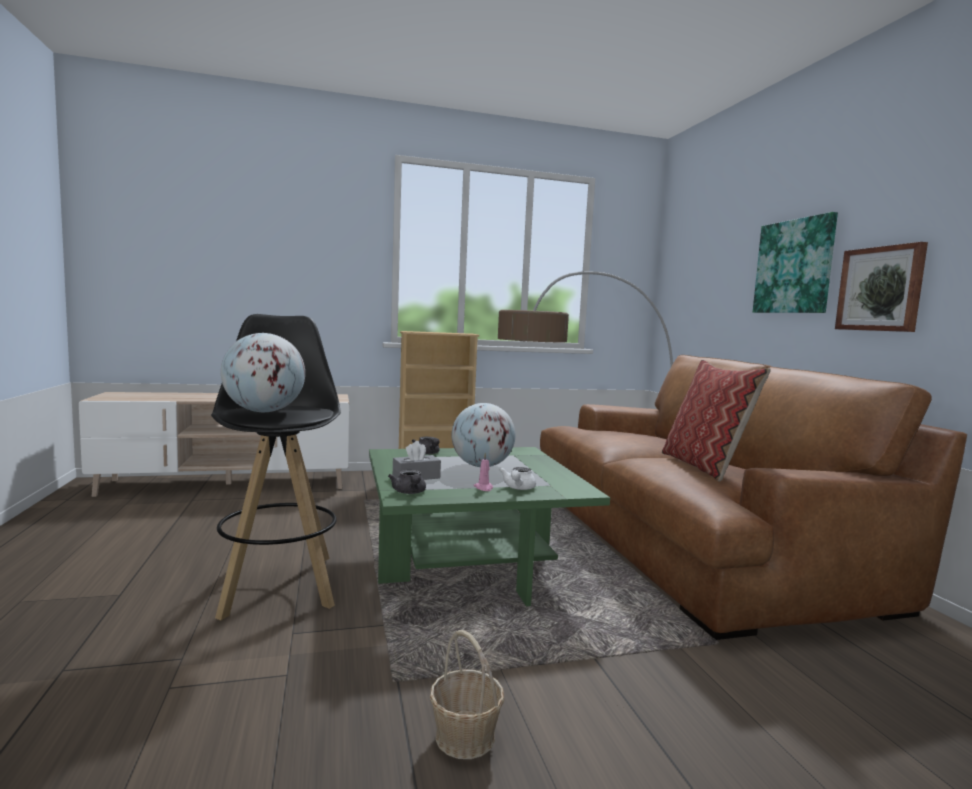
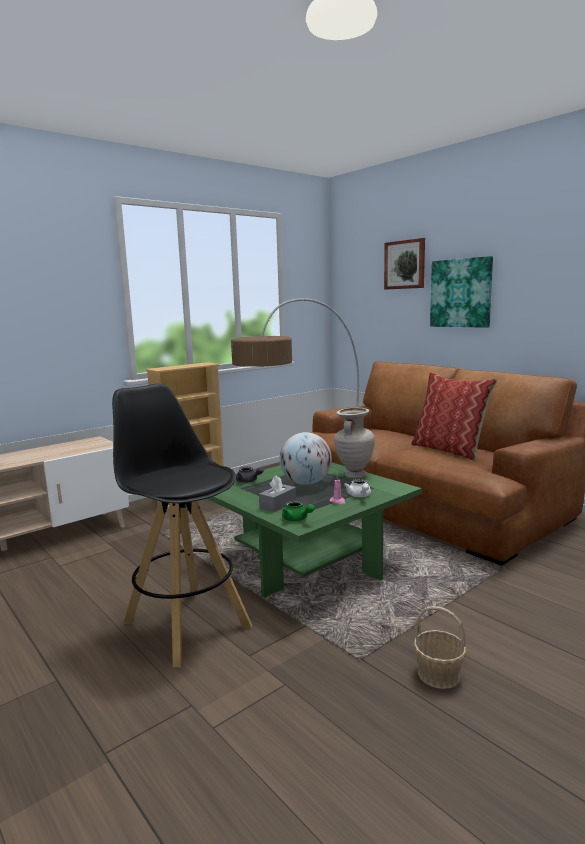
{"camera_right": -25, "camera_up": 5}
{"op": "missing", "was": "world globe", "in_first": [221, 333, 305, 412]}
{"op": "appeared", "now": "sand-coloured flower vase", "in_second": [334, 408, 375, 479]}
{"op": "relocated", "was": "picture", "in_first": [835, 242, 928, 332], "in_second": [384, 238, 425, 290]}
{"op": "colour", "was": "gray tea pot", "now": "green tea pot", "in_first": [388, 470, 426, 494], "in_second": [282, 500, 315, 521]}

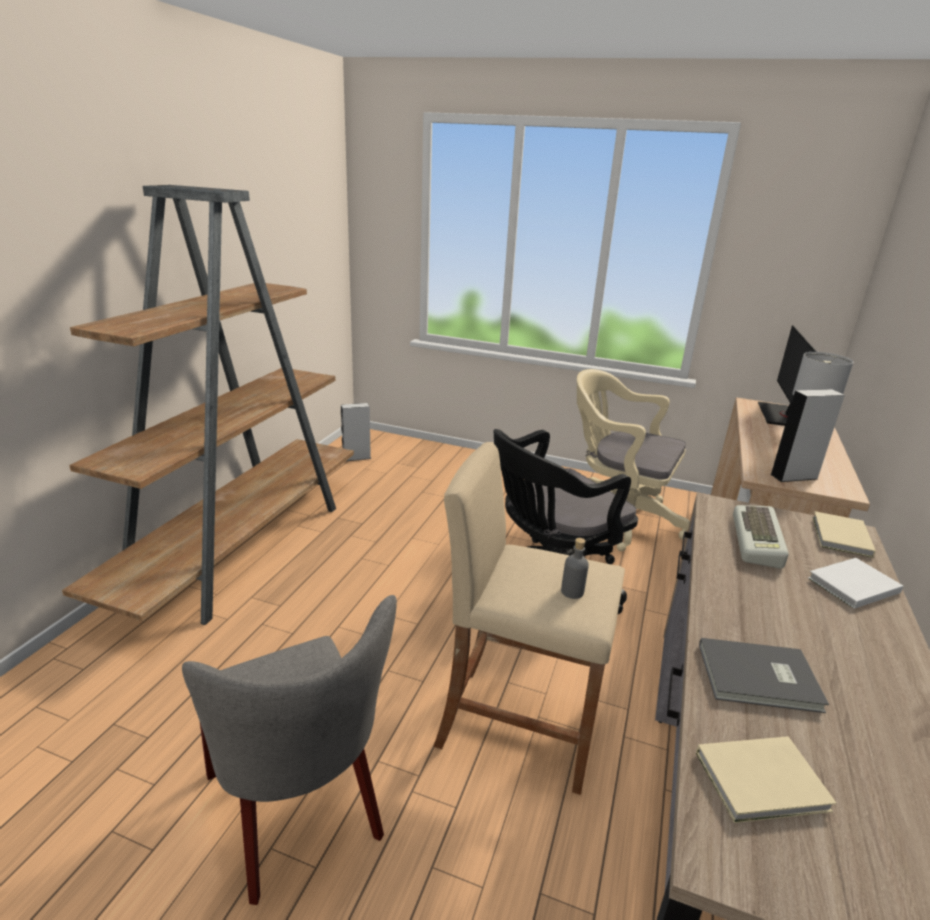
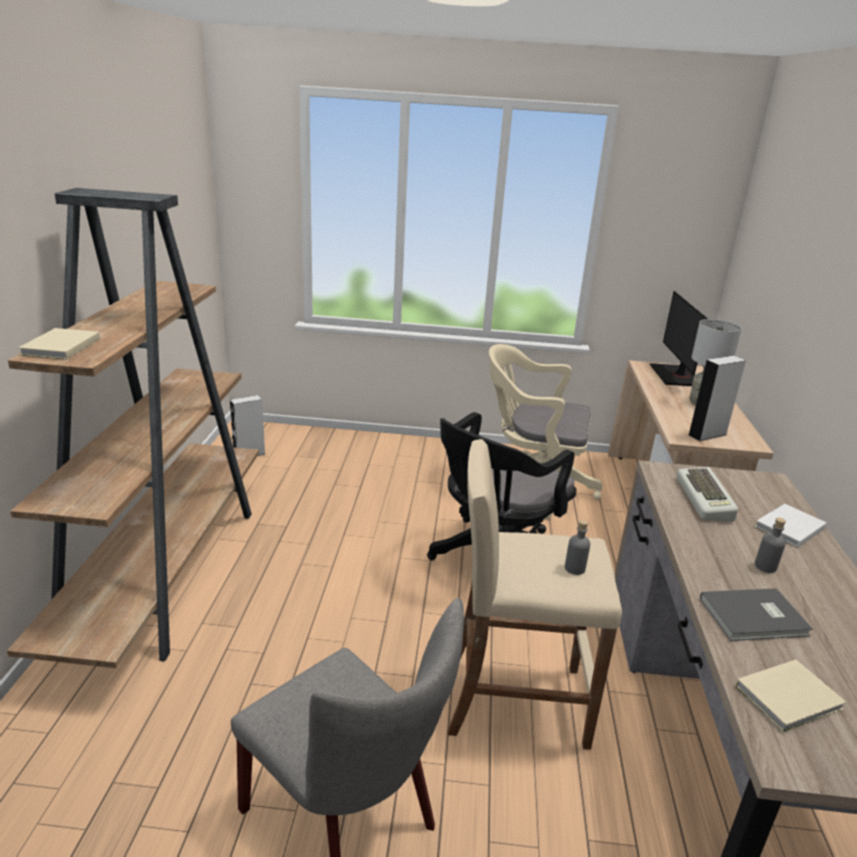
{"camera_right": -15, "camera_up": 0}
{"op": "appeared", "now": "gray beverage bottle", "in_second": [755, 518, 786, 573]}
{"op": "relocated", "was": "sand-coloured book", "in_first": [812, 511, 876, 558], "in_second": [18, 328, 100, 360]}

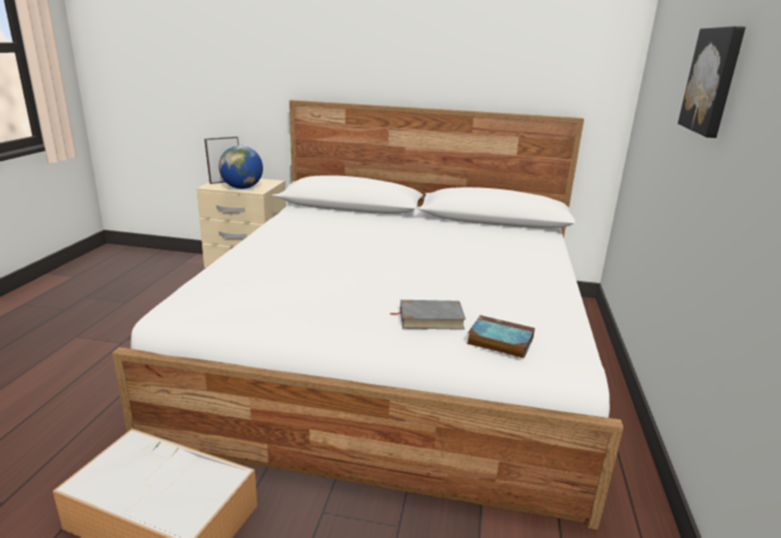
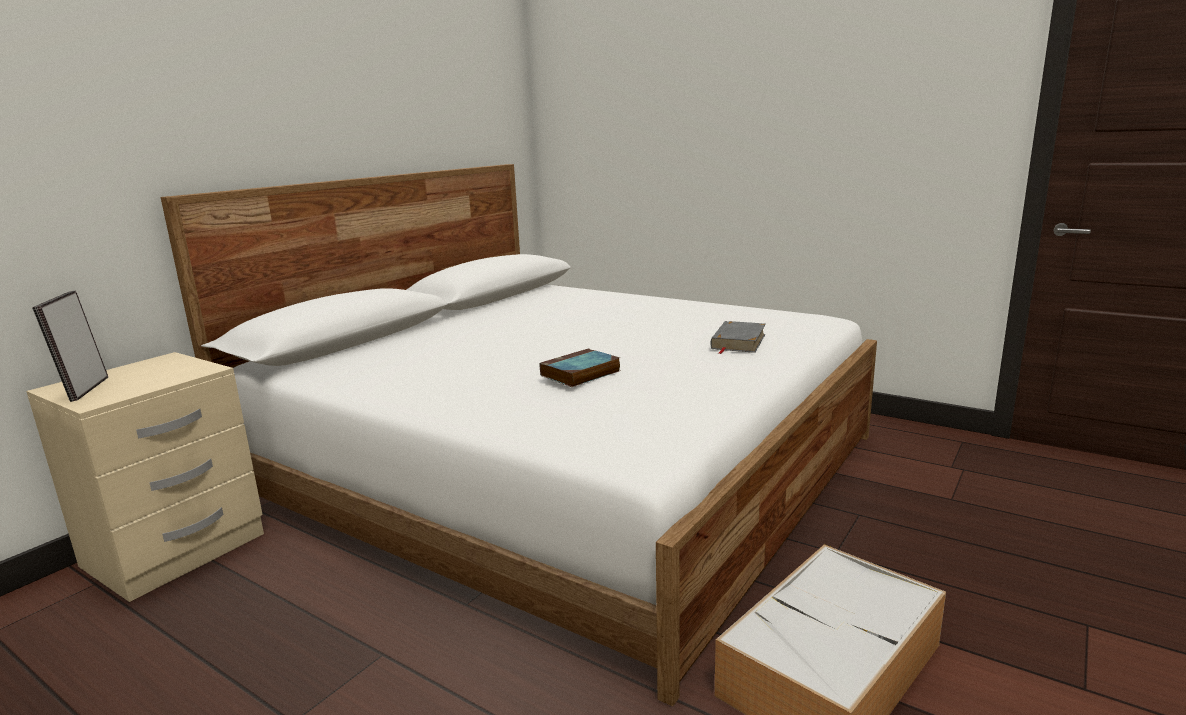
{"camera_right": -65, "camera_up": -5}
{"op": "missing", "was": "world globe", "in_first": [219, 145, 263, 189]}
{"op": "missing", "was": "picture", "in_first": [678, 26, 746, 138]}
{"op": "relocated", "was": "book", "in_first": [467, 315, 535, 358], "in_second": [540, 348, 620, 387]}

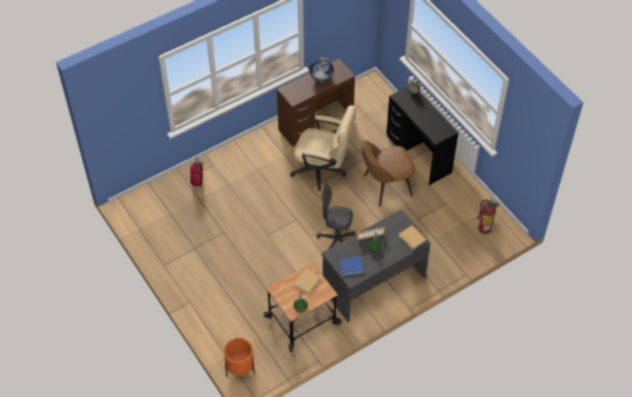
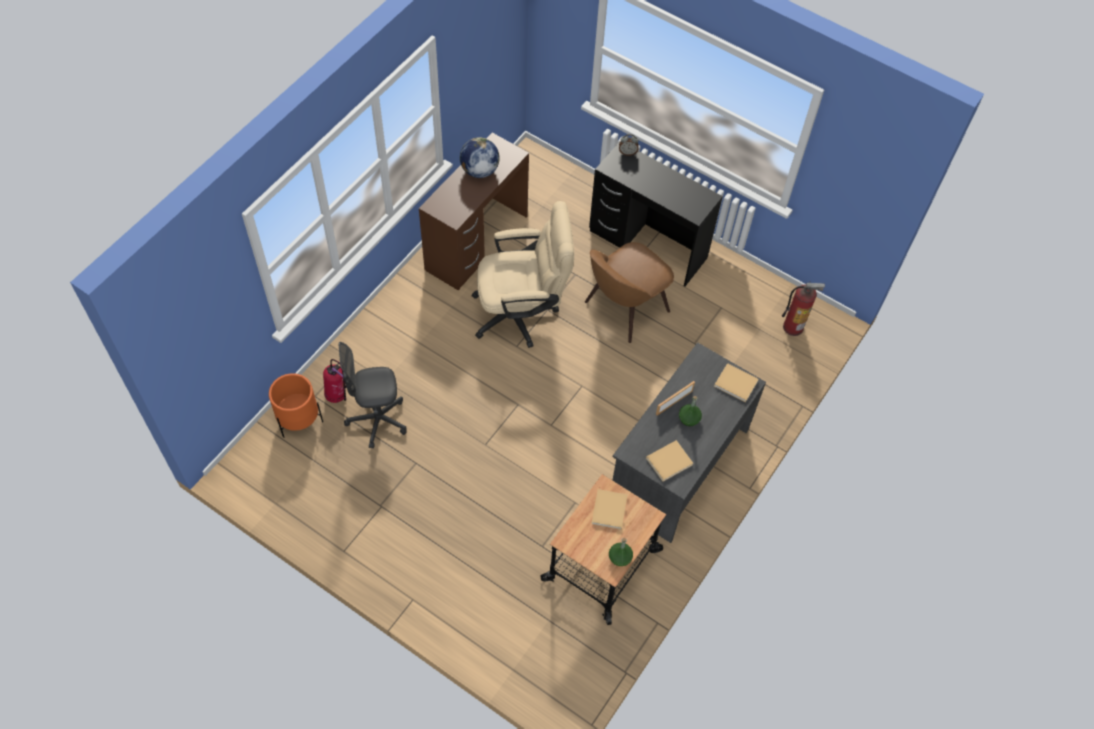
{"camera_right": -25, "camera_up": 5}
{"op": "relocated", "was": "orange planter", "in_first": [224, 338, 255, 376], "in_second": [269, 373, 323, 438]}
{"op": "relocated", "was": "gray desk chair", "in_first": [317, 184, 356, 249], "in_second": [338, 342, 407, 449]}
{"op": "colour", "was": "blue-coloured book", "now": "sand-coloured book", "in_first": [339, 256, 364, 276], "in_second": [646, 440, 693, 482]}

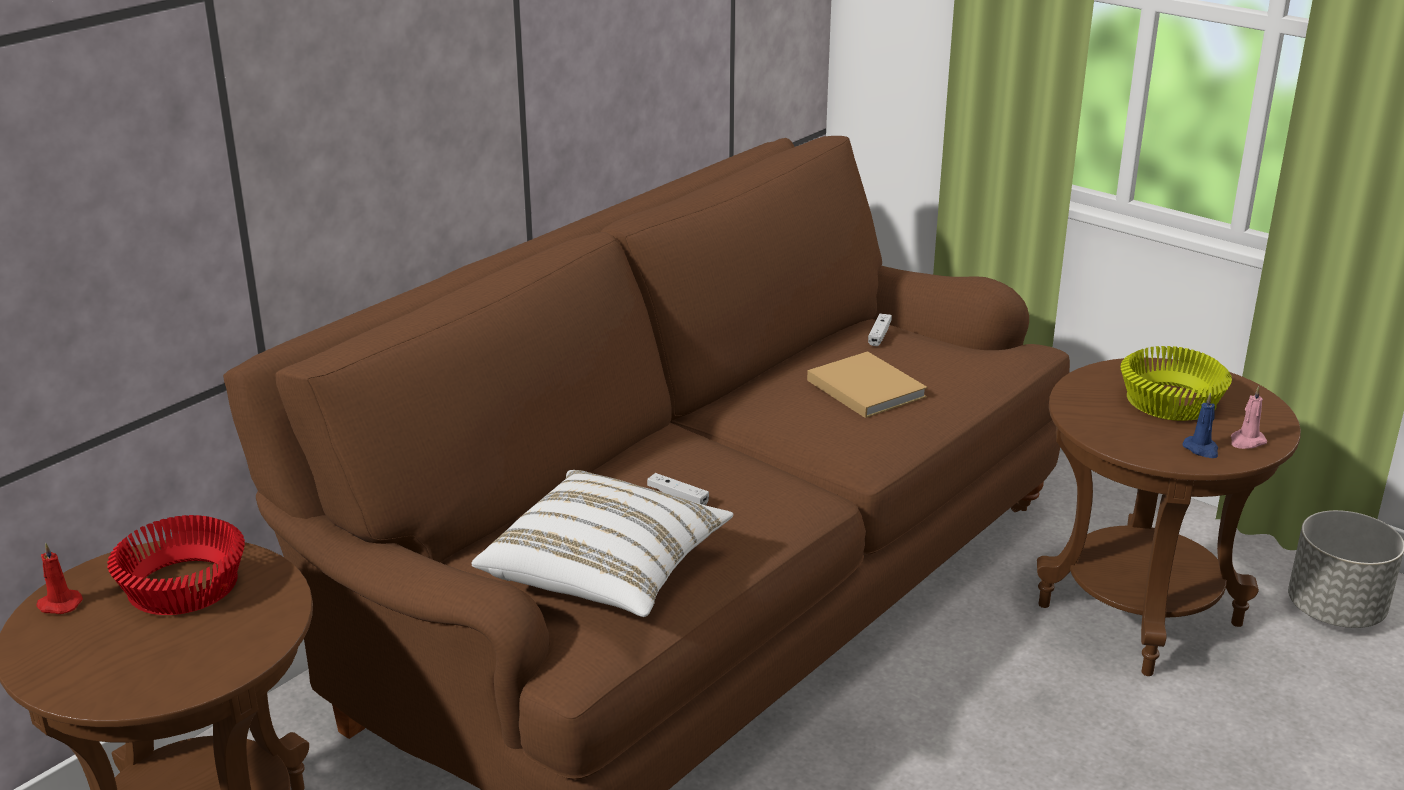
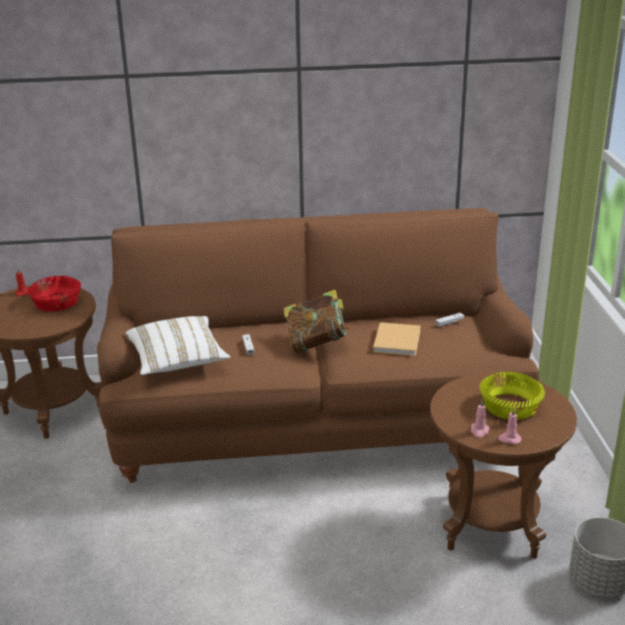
{"camera_right": 45, "camera_up": 0}
{"op": "appeared", "now": "book", "in_second": [284, 289, 350, 353]}
{"op": "colour", "was": "blue-coloured wax light", "now": "pinkish wax light", "in_first": [1182, 393, 1218, 458], "in_second": [471, 400, 490, 438]}

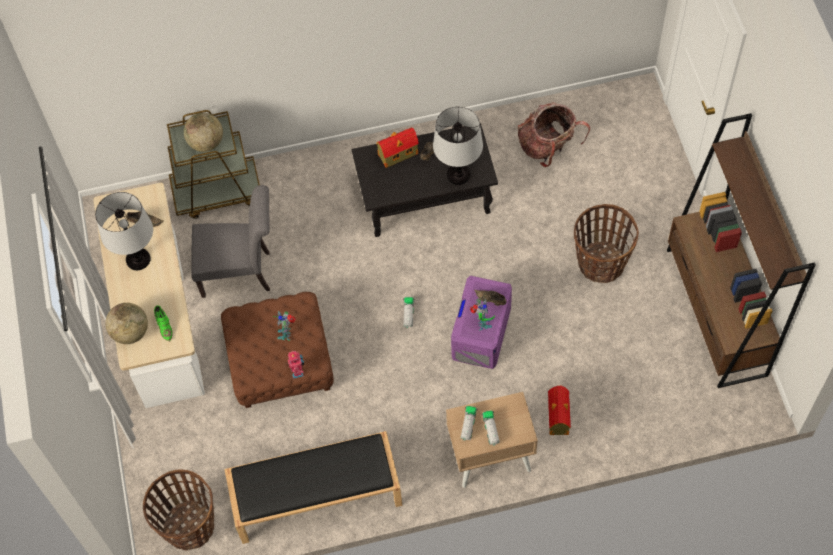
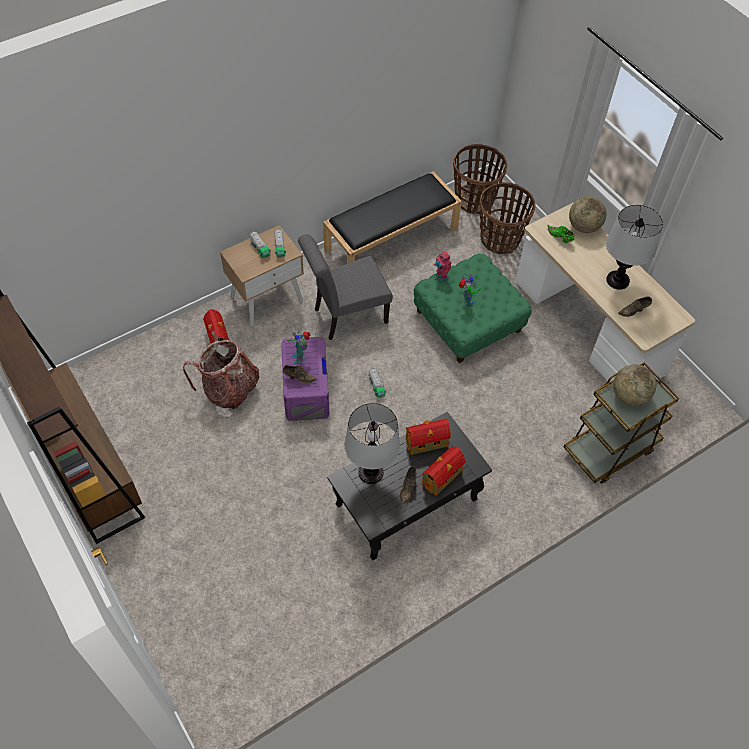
{"camera_right": 155, "camera_up": -5}
{"op": "appeared", "now": "miniature house", "in_second": [406, 419, 451, 455]}
{"op": "relocated", "was": "gray upright chair", "in_first": [191, 185, 270, 298], "in_second": [298, 234, 393, 340]}
{"op": "relocated", "was": "knapsack", "in_first": [518, 102, 590, 167], "in_second": [183, 330, 259, 409]}
{"op": "relocated", "was": "storage basket", "in_first": [574, 204, 639, 283], "in_second": [480, 182, 535, 254]}
{"op": "colour", "was": "brown-coloured ottoman", "now": "green ottoman", "in_first": [221, 292, 334, 408], "in_second": [414, 254, 532, 363]}

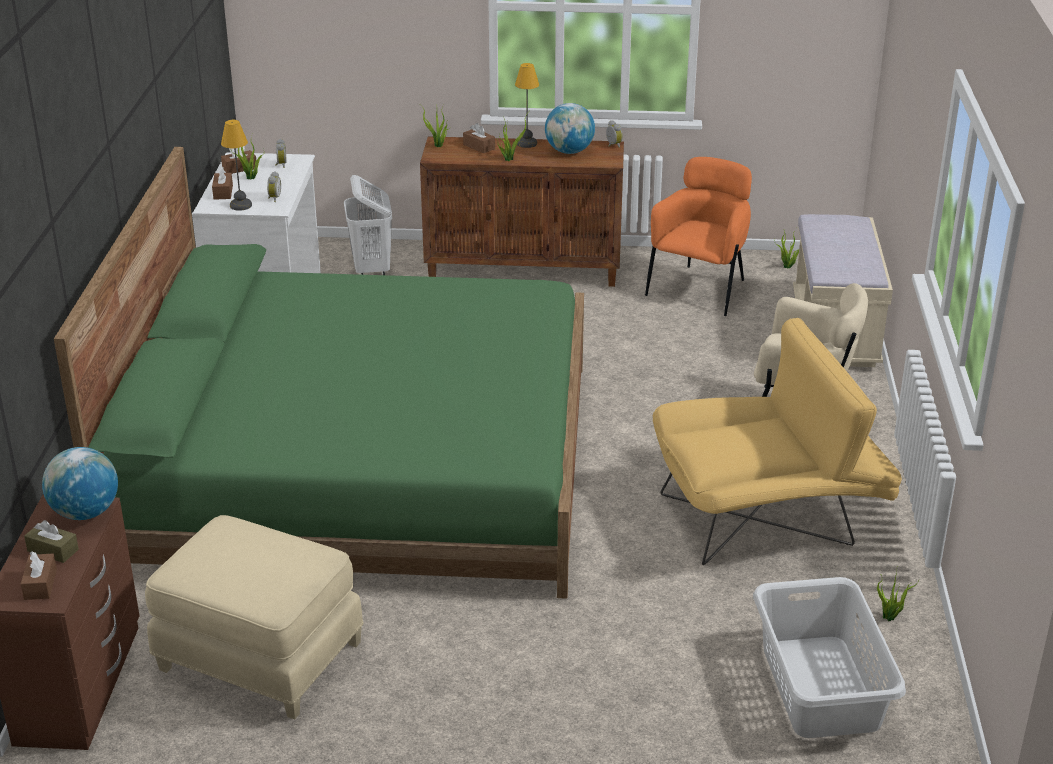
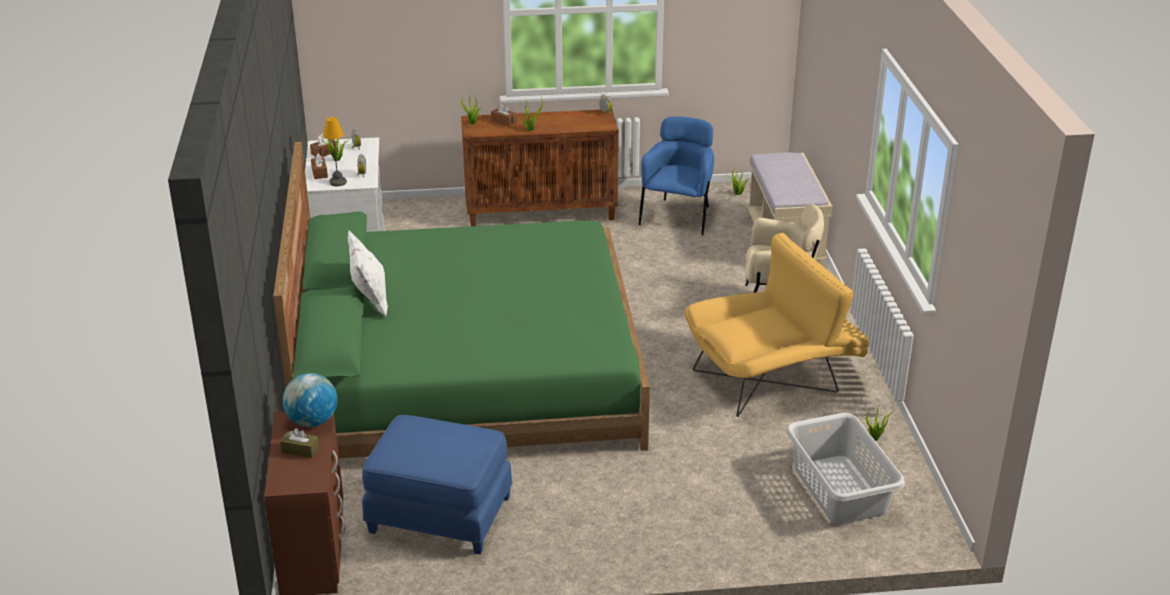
{"camera_right": -10, "camera_up": 0}
{"op": "missing", "was": "brown-coloured tissue holder", "in_first": [21, 551, 57, 600]}
{"op": "missing", "was": "white-coloured washing basket", "in_first": [344, 175, 392, 275]}
{"op": "missing", "was": "table lamp", "in_first": [515, 63, 539, 148]}
{"op": "missing", "was": "world globe", "in_first": [545, 103, 595, 154]}
{"op": "appeared", "now": "white-coloured pillow", "in_second": [348, 230, 388, 317]}
{"op": "colour", "was": "sand-coloured ottoman", "now": "blue-coloured ottoman", "in_first": [145, 515, 364, 720], "in_second": [362, 415, 513, 555]}
{"op": "colour", "was": "orange lounge chair", "now": "blue-coloured lounge chair", "in_first": [645, 157, 752, 316], "in_second": [639, 116, 714, 235]}

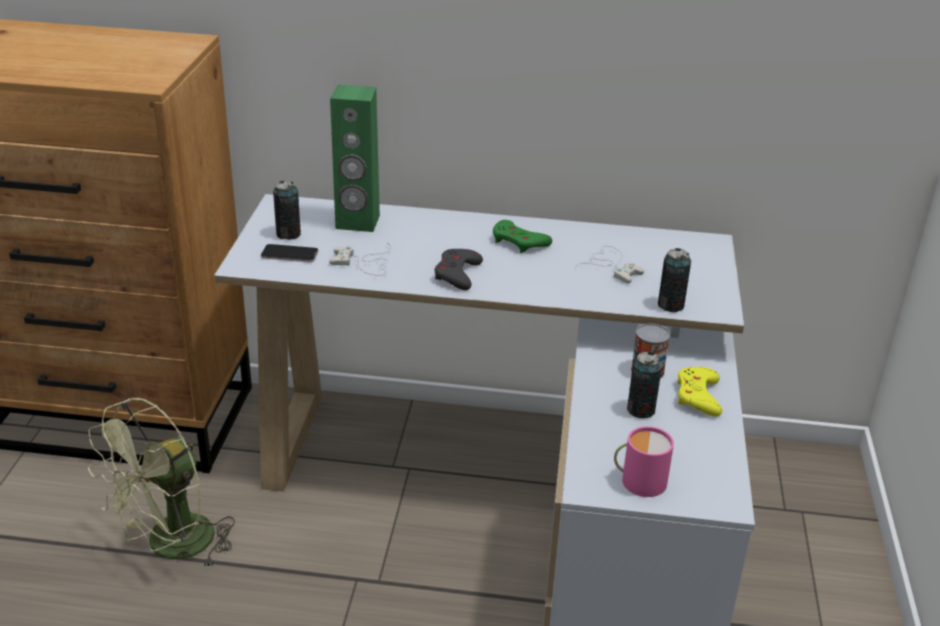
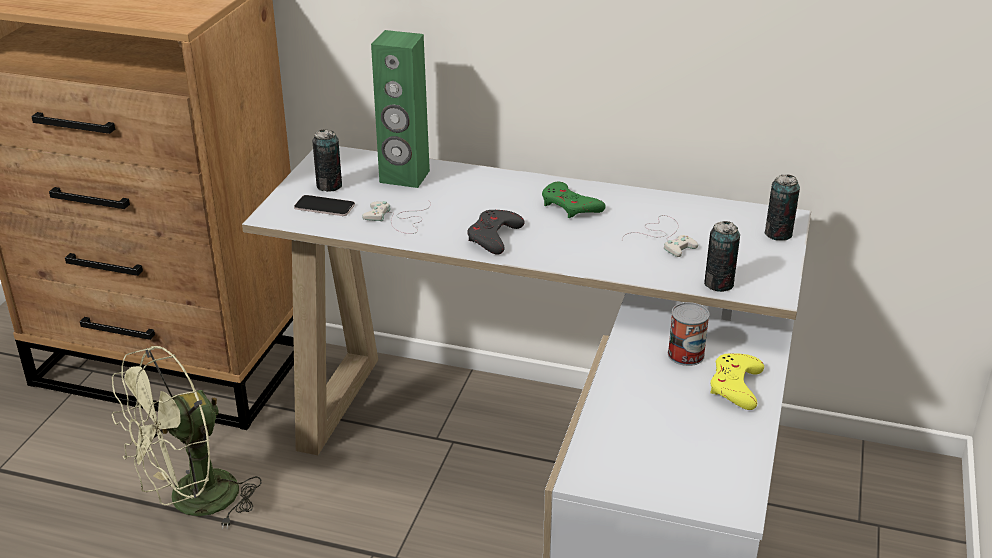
{"camera_right": 10, "camera_up": 0}
{"op": "missing", "was": "pinkish tea mug", "in_first": [614, 426, 674, 497]}
{"op": "relocated", "was": "sealed can", "in_first": [627, 352, 662, 418], "in_second": [765, 175, 800, 241]}

